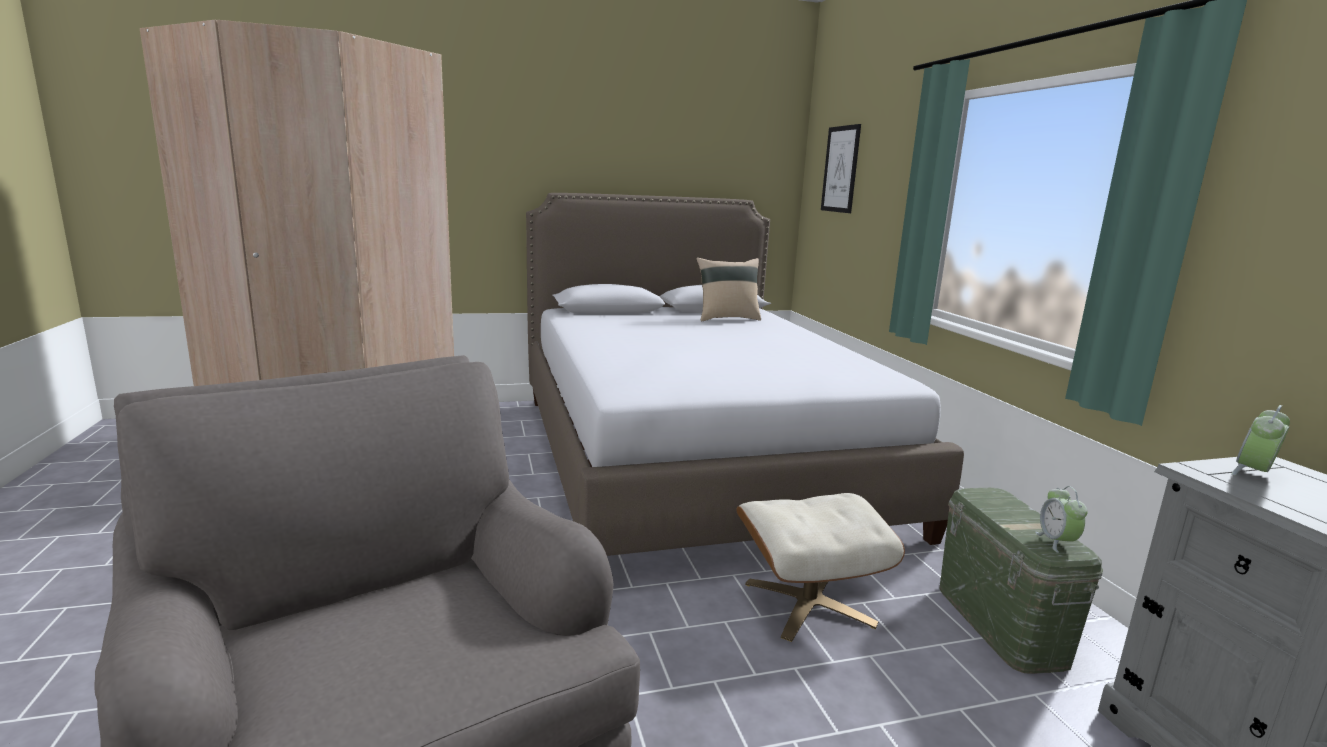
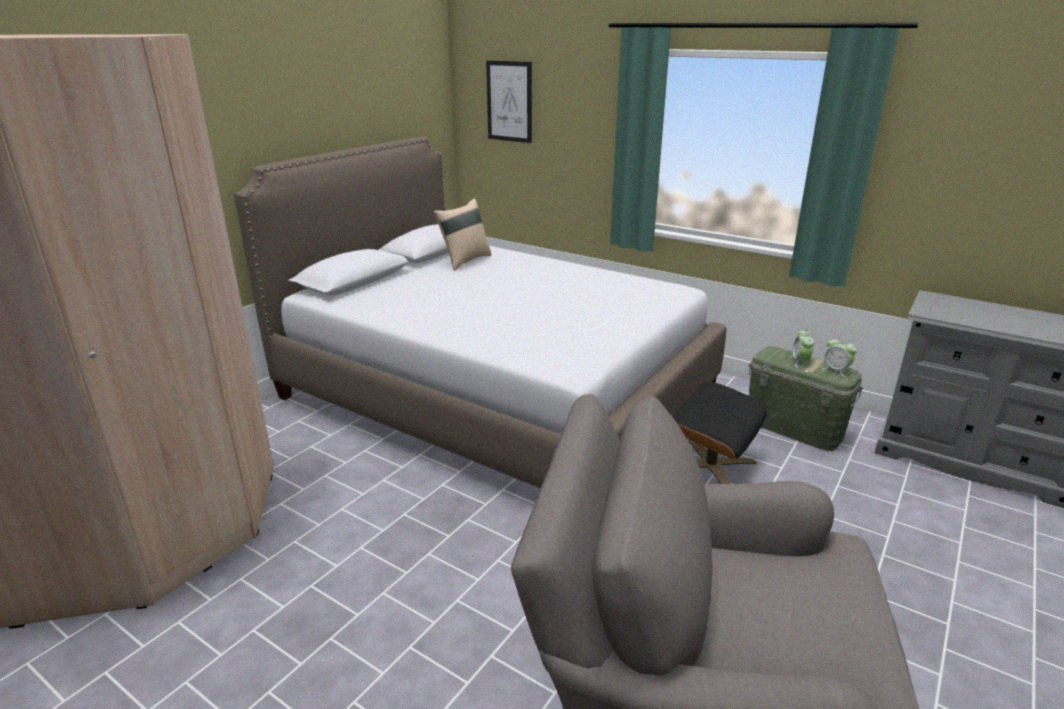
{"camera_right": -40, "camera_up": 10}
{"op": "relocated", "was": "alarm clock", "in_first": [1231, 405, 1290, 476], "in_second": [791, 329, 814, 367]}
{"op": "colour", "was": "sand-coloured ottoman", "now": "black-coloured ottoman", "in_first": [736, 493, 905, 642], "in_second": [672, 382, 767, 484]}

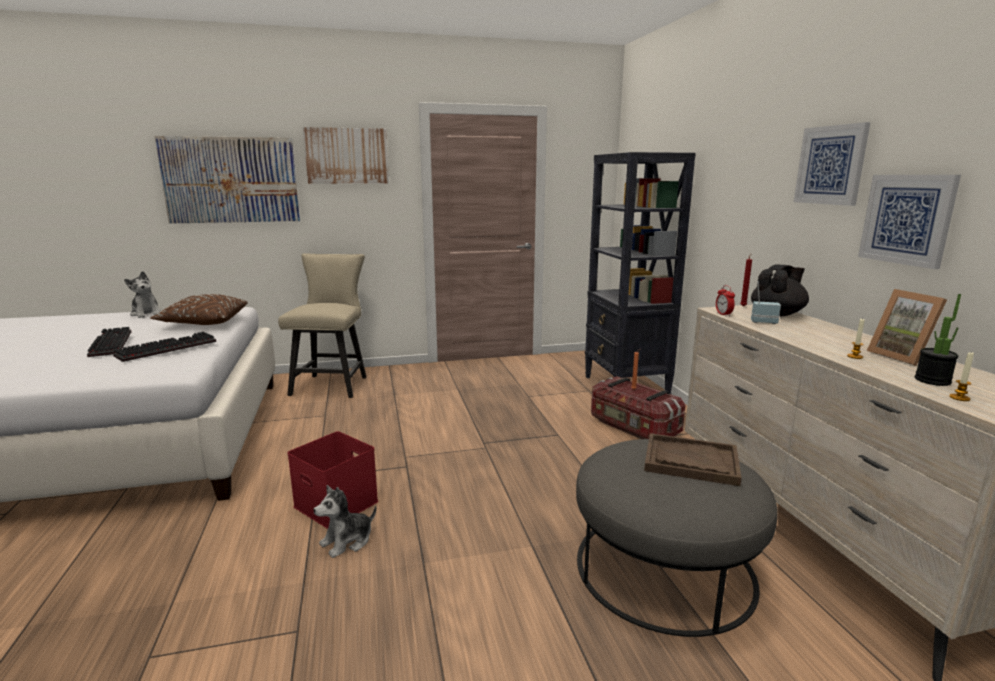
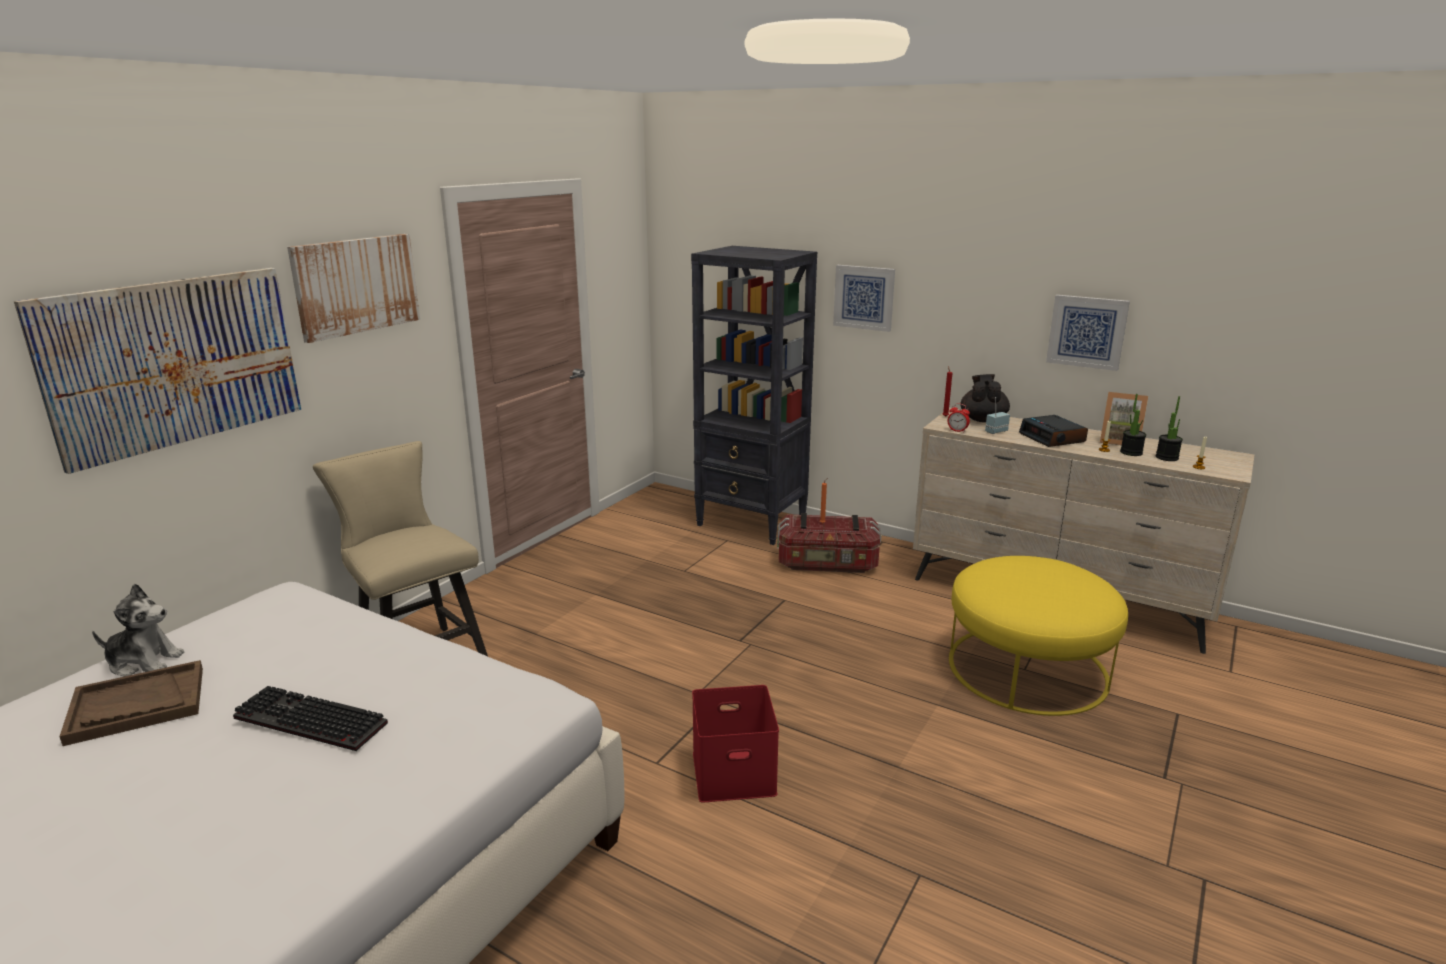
{"camera_right": -45, "camera_up": 5}
{"op": "missing", "was": "PC keyboard", "in_first": [113, 332, 216, 362]}
{"op": "missing", "was": "brown-coloured pillow", "in_first": [150, 294, 248, 325]}
{"op": "missing", "was": "cuddly toy", "in_first": [314, 485, 376, 558]}
{"op": "appeared", "now": "alarm clock", "in_second": [1019, 415, 1088, 447]}
{"op": "appeared", "now": "plant in a pot", "in_second": [1120, 394, 1146, 456]}
{"op": "relocated", "was": "brown-coloured carrying tray", "in_first": [644, 433, 741, 486], "in_second": [59, 660, 203, 746]}
{"op": "relocated", "was": "picture", "in_first": [794, 122, 870, 206], "in_second": [833, 265, 895, 332]}
{"op": "colour", "was": "gray ottoman", "now": "yellowish ottoman", "in_first": [576, 439, 778, 637], "in_second": [949, 556, 1128, 716]}

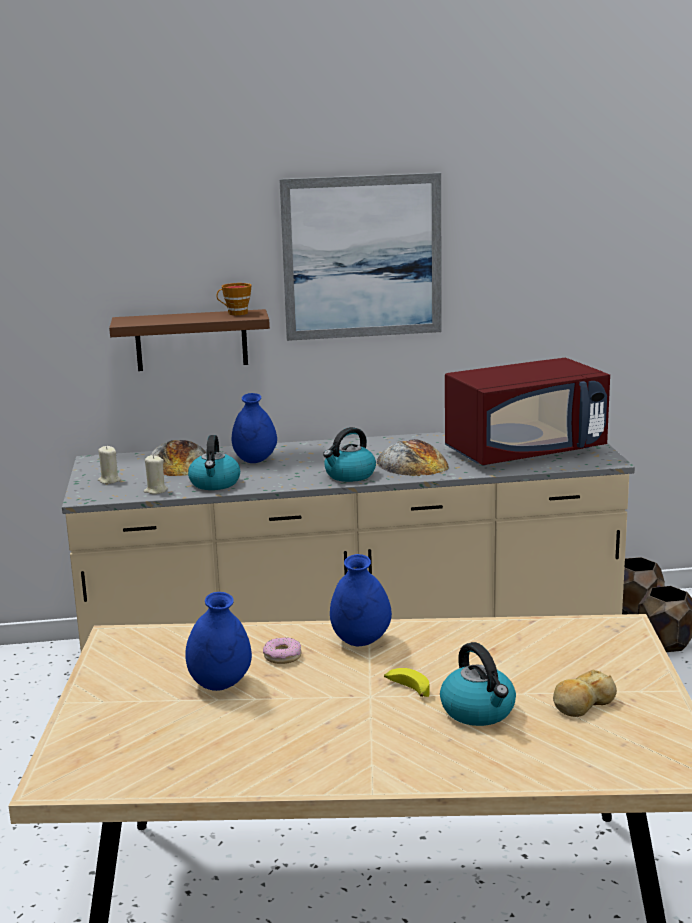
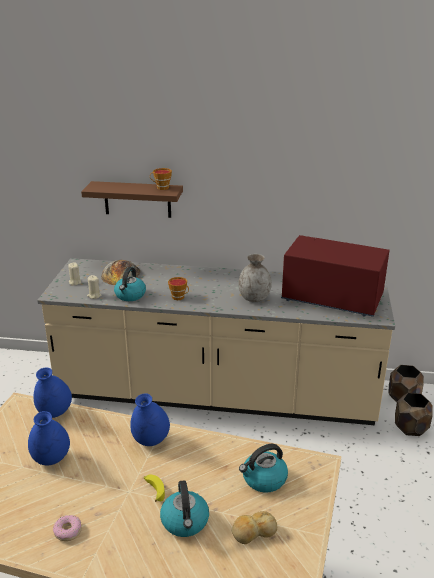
{"camera_right": 15, "camera_up": 10}
{"op": "missing", "was": "picture", "in_first": [279, 173, 442, 341]}
{"op": "appeared", "now": "drinking cup", "in_second": [168, 277, 189, 300]}
{"op": "relocated", "was": "blue-coloured flower vase", "in_first": [232, 393, 277, 463], "in_second": [33, 367, 72, 418]}
{"op": "relocated", "was": "ring doughnut", "in_first": [263, 637, 301, 664], "in_second": [53, 515, 82, 541]}
{"op": "relocated", "was": "water kettle", "in_first": [323, 427, 376, 482], "in_second": [239, 444, 288, 493]}
{"op": "exchanged", "was": "bread", "now": "gray flower vase", "in_first": [377, 439, 449, 476], "in_second": [238, 254, 272, 302]}
{"op": "spun", "was": "reddish kitchen microwave", "in_first": [445, 358, 610, 465], "in_second": [281, 235, 390, 317], "clockwise": -150}

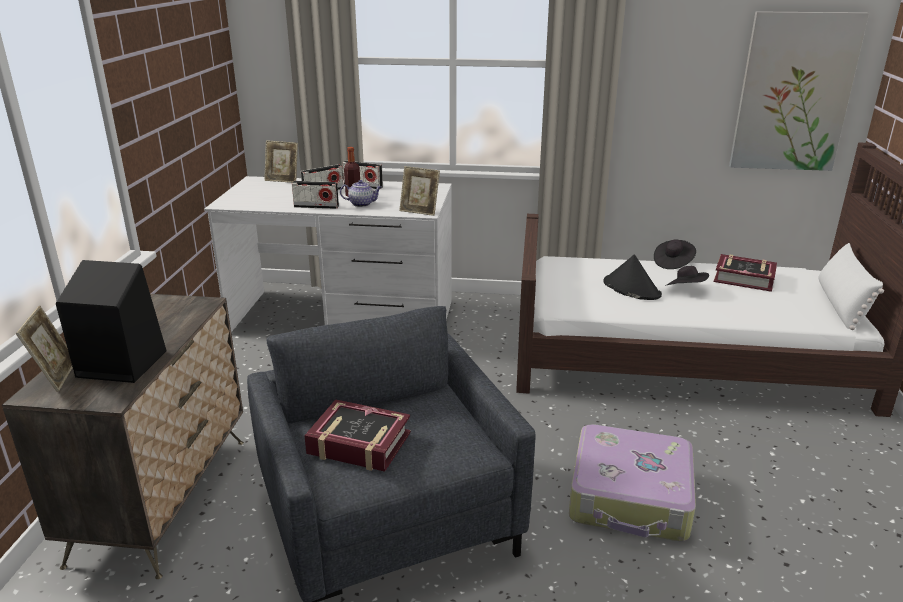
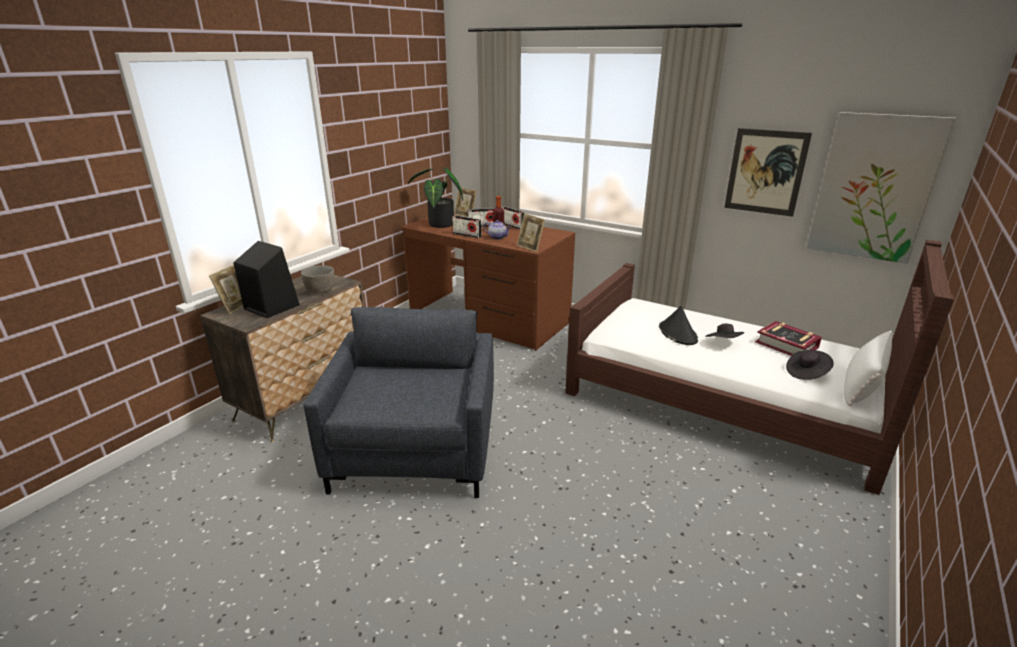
{"camera_right": 25, "camera_up": 0}
{"op": "missing", "was": "book", "in_first": [304, 399, 411, 472]}
{"op": "missing", "was": "piece of luggage", "in_first": [569, 424, 696, 541]}
{"op": "appeared", "now": "gray deep dish", "in_second": [301, 265, 334, 293]}
{"op": "appeared", "now": "plant in a pot", "in_second": [408, 167, 463, 228]}
{"op": "appeared", "now": "picture", "in_second": [724, 128, 812, 217]}
{"op": "relocated", "was": "black-coloured hat", "in_first": [654, 239, 696, 269], "in_second": [786, 350, 834, 380]}
{"op": "colour", "was": "white-coloured desk unit", "now": "brown-coloured desk unit", "in_first": [204, 176, 452, 332], "in_second": [401, 215, 575, 351]}

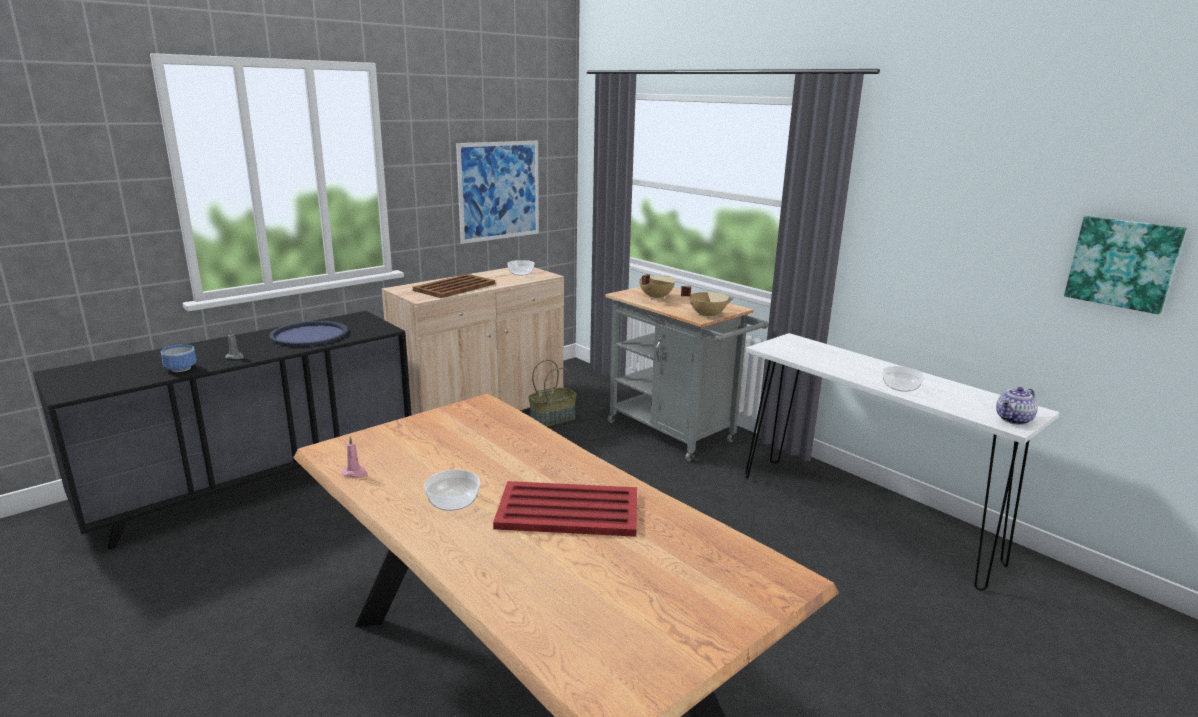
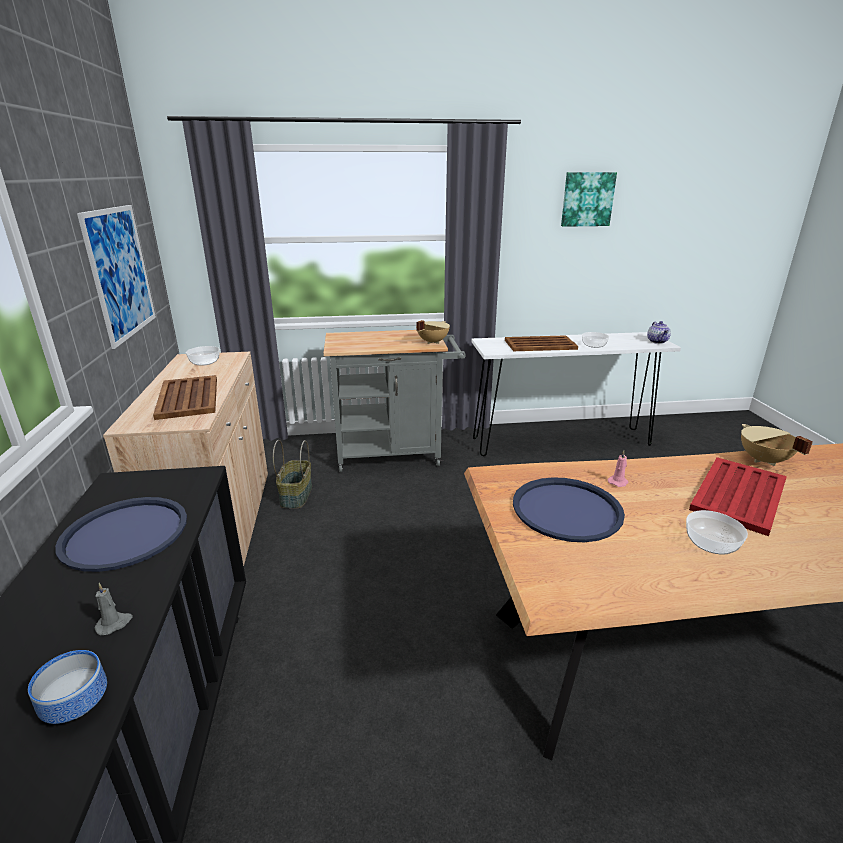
{"camera_right": -55, "camera_up": 5}
{"op": "appeared", "now": "brown-coloured carrying tray", "in_second": [505, 335, 578, 351]}
{"op": "appeared", "now": "blue-coloured carrying tray", "in_second": [513, 477, 625, 542]}
{"op": "relocated", "was": "pinkish wax light", "in_first": [342, 436, 368, 477], "in_second": [607, 451, 628, 487]}
{"op": "relocated", "was": "sand-coloured cooking pot", "in_first": [639, 274, 675, 300], "in_second": [741, 424, 813, 466]}
{"op": "relocated", "was": "picture", "in_first": [1064, 216, 1186, 314], "in_second": [561, 172, 617, 227]}

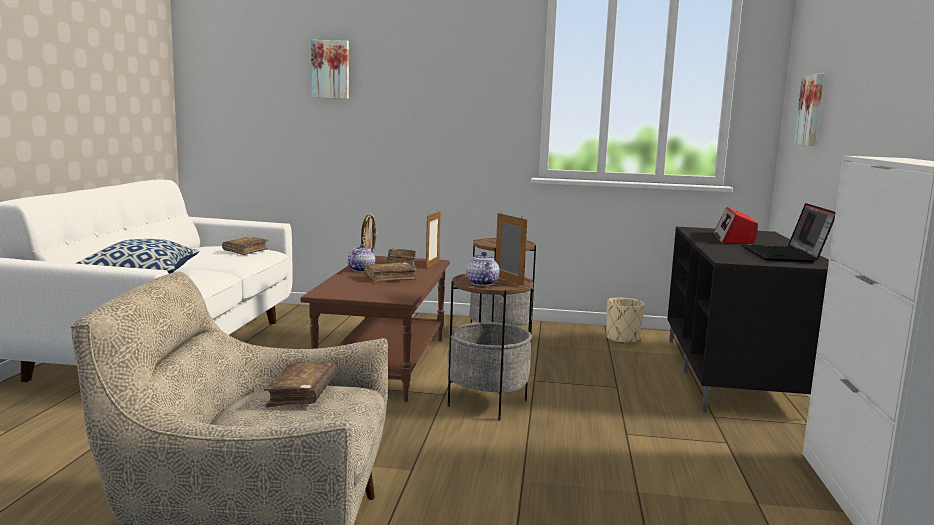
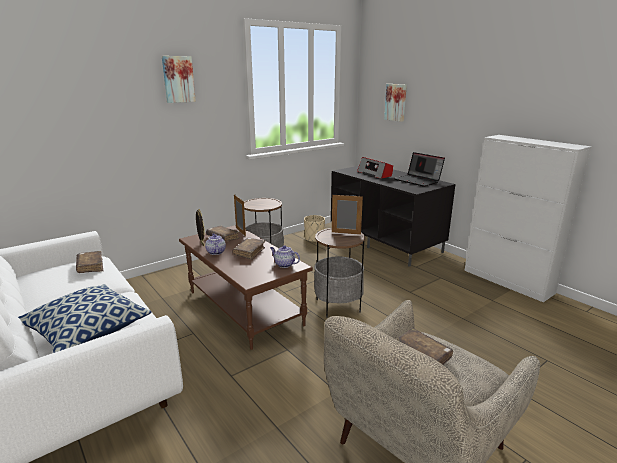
{"camera_right": -45, "camera_up": 10}
{"op": "relocated", "was": "picture", "in_first": [311, 40, 349, 99], "in_second": [162, 56, 196, 103]}
{"op": "relocated", "was": "tea pot", "in_first": [467, 252, 500, 286], "in_second": [270, 245, 300, 268]}

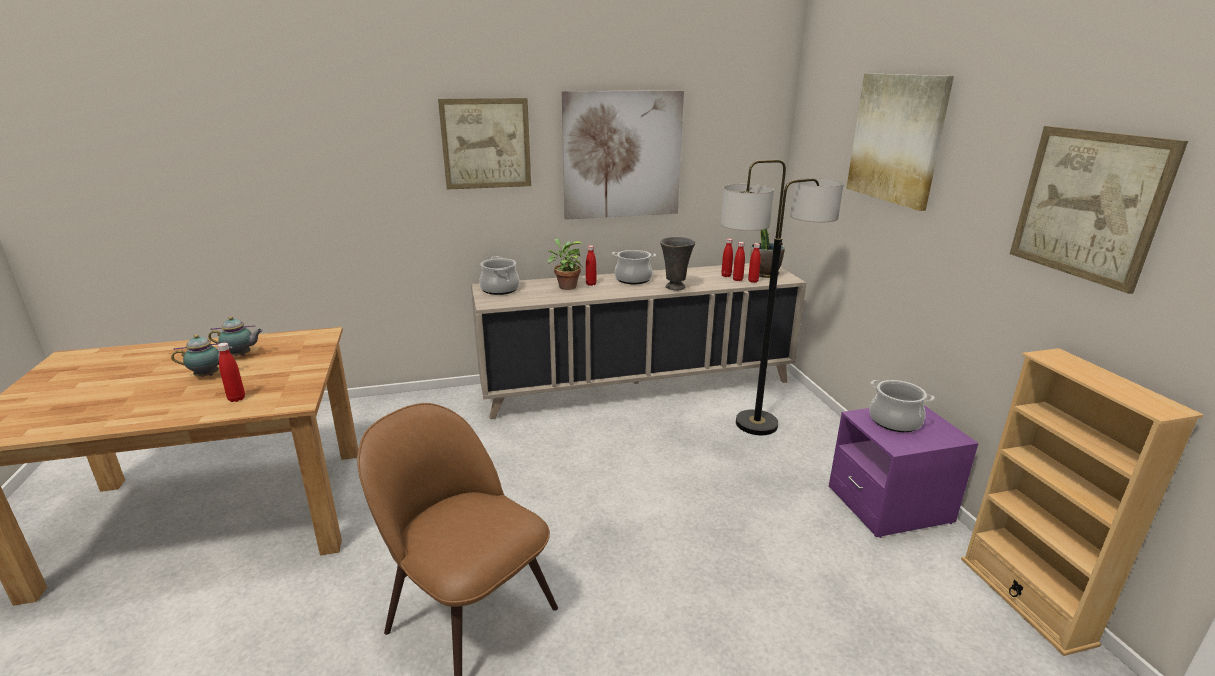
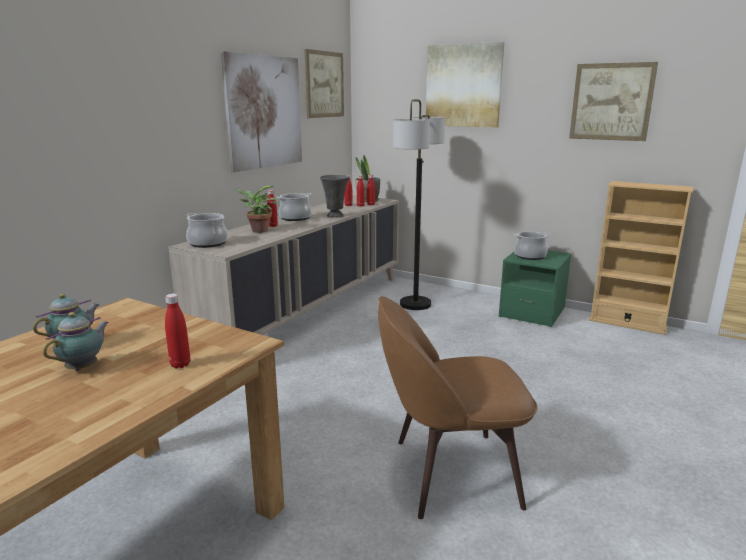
{"camera_right": -45, "camera_up": -5}
{"op": "relocated", "was": "picture", "in_first": [438, 98, 531, 190], "in_second": [304, 49, 344, 118]}
{"op": "colour", "was": "purple-coloured nightstand", "now": "green nightstand", "in_first": [829, 405, 979, 538], "in_second": [499, 250, 572, 327]}

